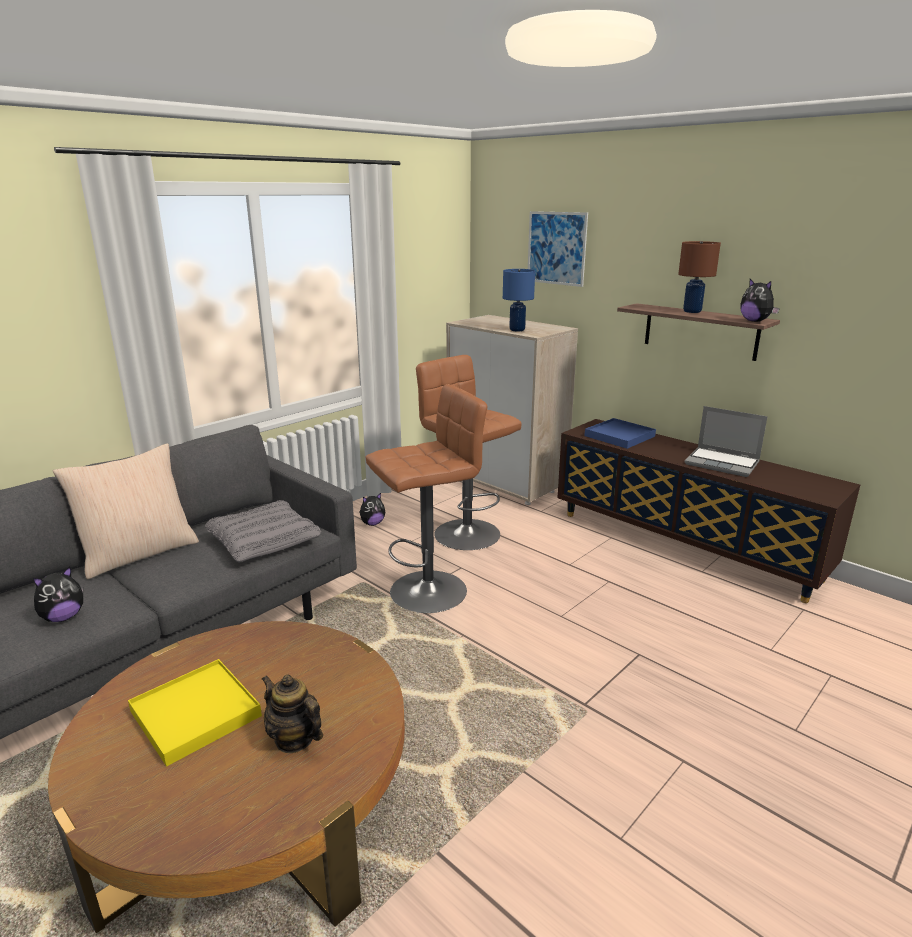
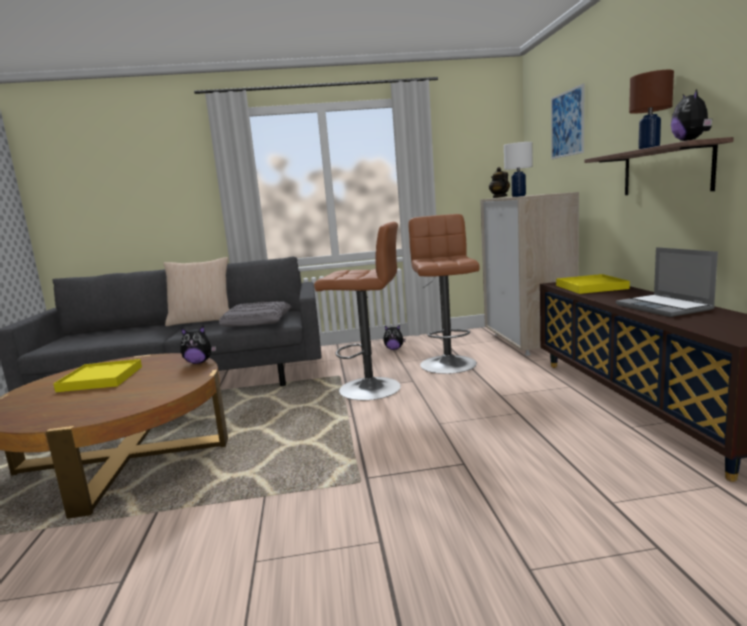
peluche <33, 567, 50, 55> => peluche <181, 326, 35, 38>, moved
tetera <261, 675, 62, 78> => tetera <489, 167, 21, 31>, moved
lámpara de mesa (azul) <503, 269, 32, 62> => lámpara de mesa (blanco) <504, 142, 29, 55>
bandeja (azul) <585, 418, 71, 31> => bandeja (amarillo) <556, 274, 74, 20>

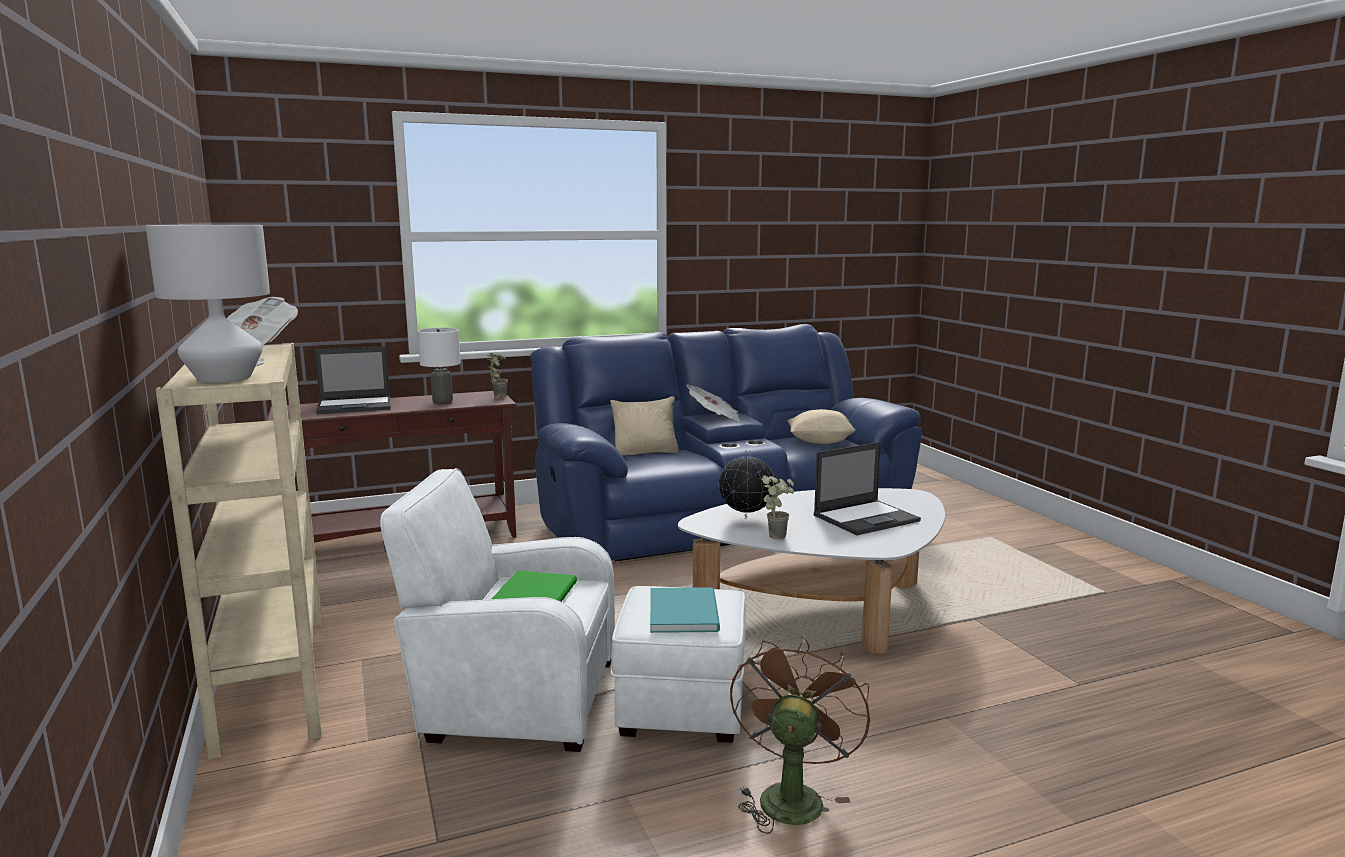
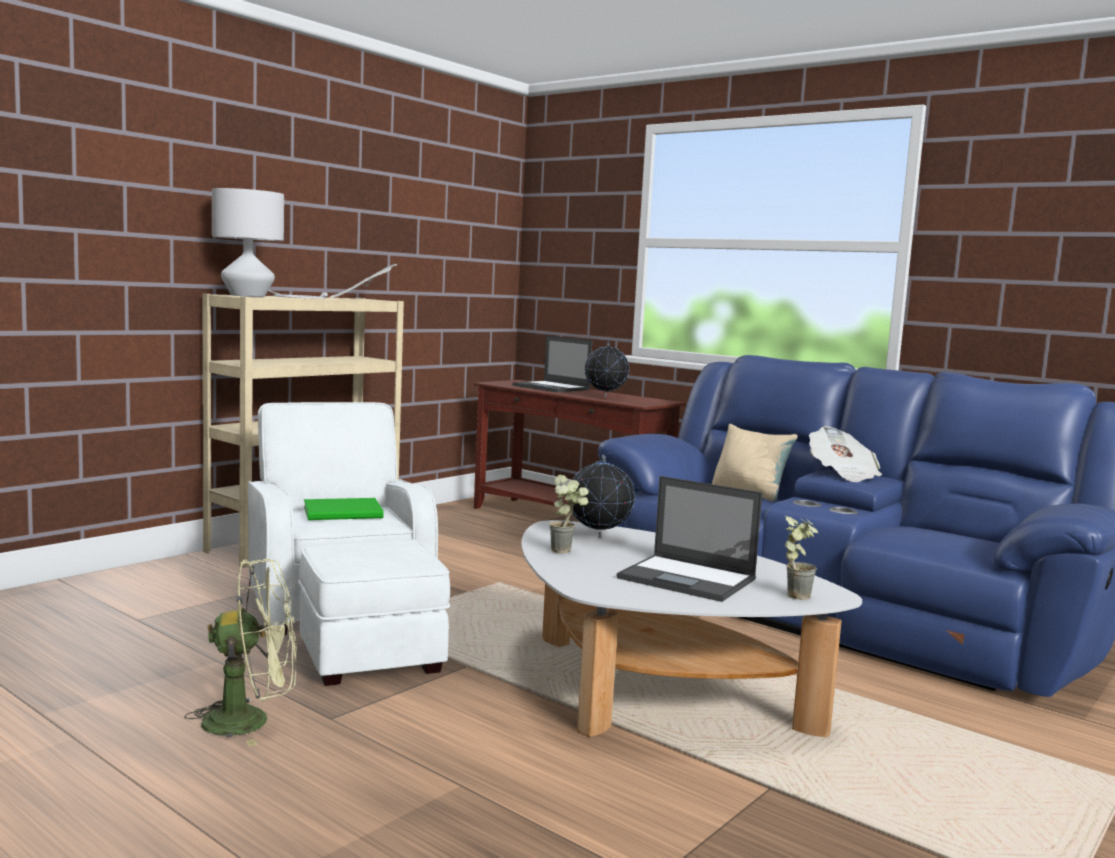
lámpara de mesa (blanco) <418, 327, 43, 78> => globo terráqueo <584, 341, 45, 56>
planta en maceta <487, 353, 21, 46> => planta en maceta <785, 515, 33, 85>, moved
libro (turquesa) <650, 587, 70, 46> => nothing
ventilador (marrón) <730, 636, 140, 198> => ventilador (verde) <184, 558, 113, 189>
cojín (beis) <787, 409, 69, 35> => nothing

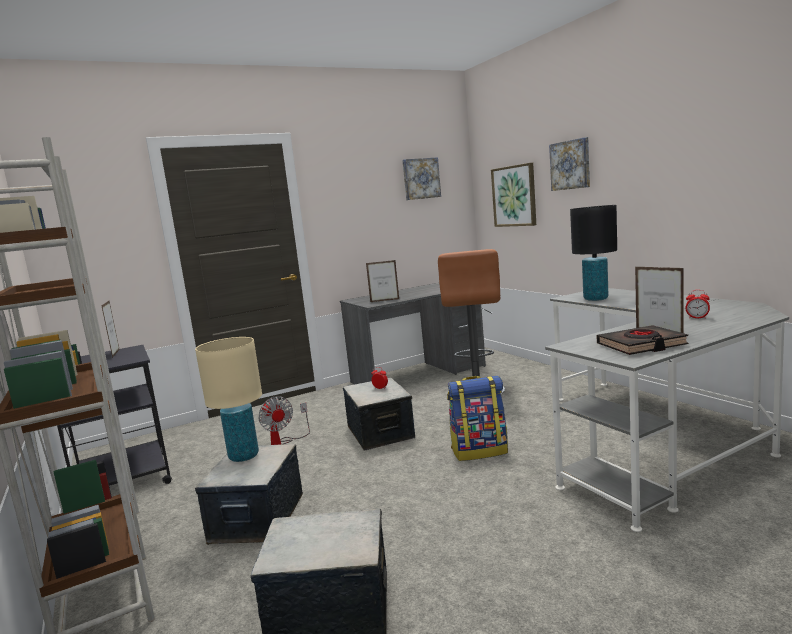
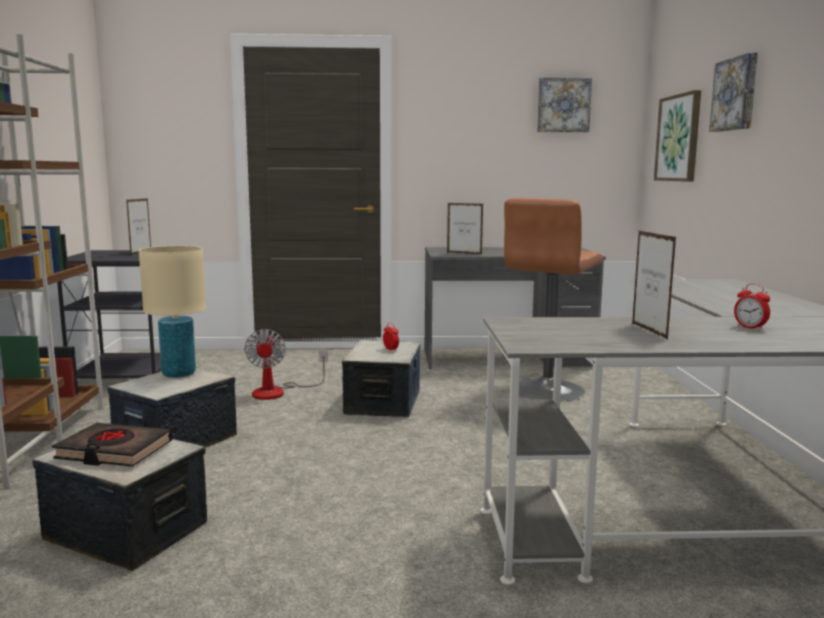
mochila <447, 376, 61, 85> => nothing
lámpara de mesa (negro) <570, 205, 47, 96> => nothing
libro (negro) <597, 325, 92, 30> => libro (negro) <52, 423, 120, 44>, moved

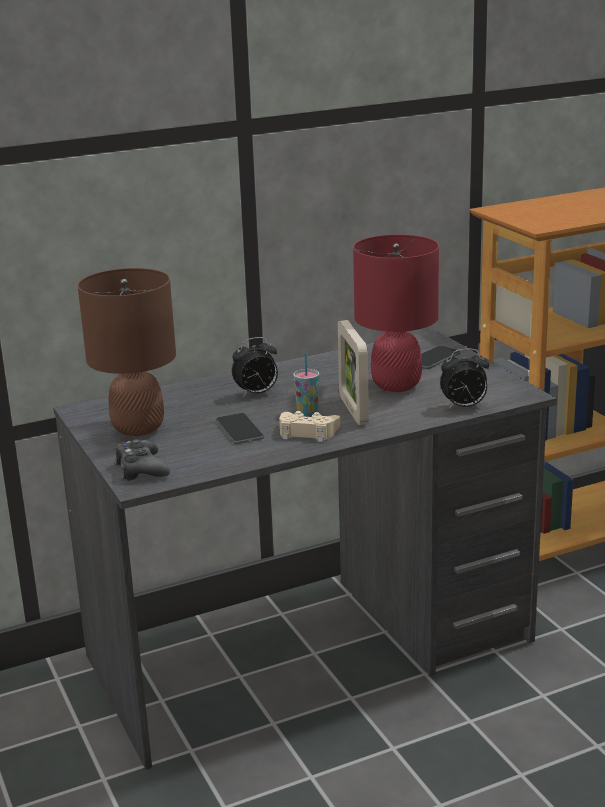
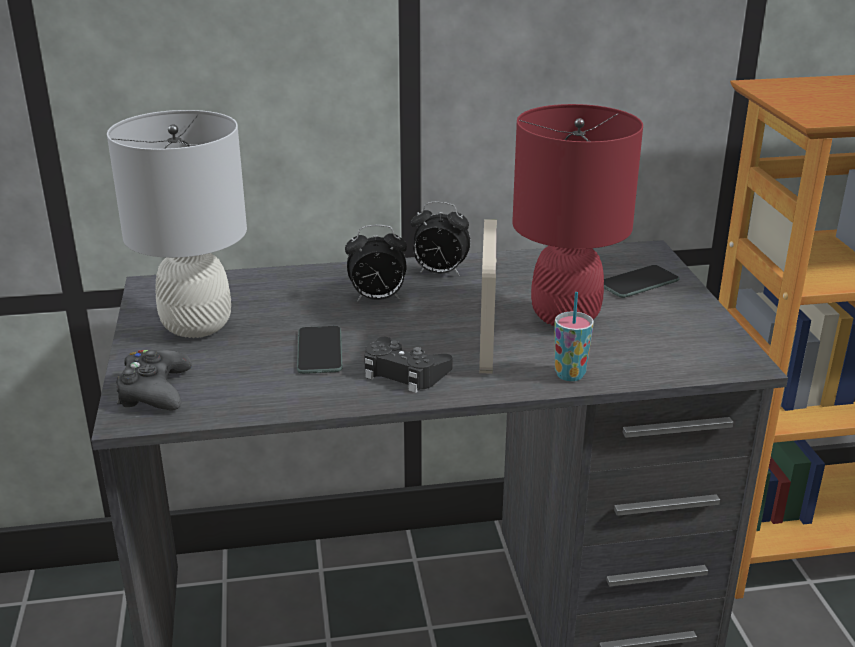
lámpara de mesa (marrón) <77, 268, 99, 168> => lámpara de mesa (gris) <107, 110, 140, 228>
mando de consola (beis) <279, 411, 61, 31> => mando de consola (negro) <364, 337, 88, 56>
taza <293, 354, 26, 62> => taza <555, 292, 39, 89>, moved
despertador <440, 349, 49, 60> => despertador <411, 202, 59, 74>, moved

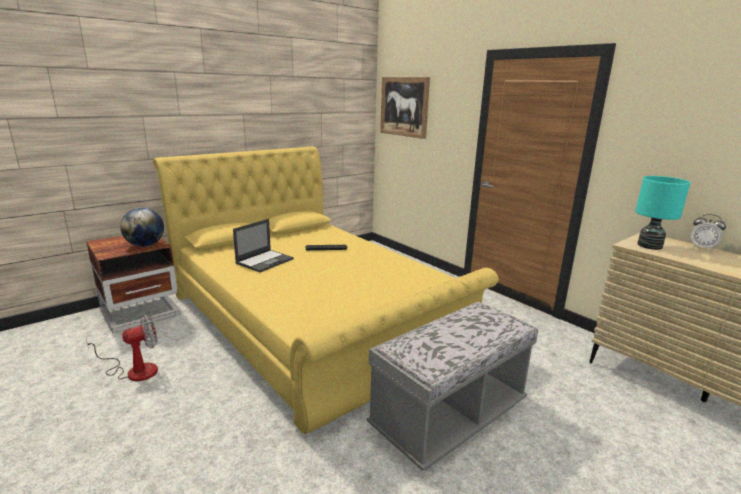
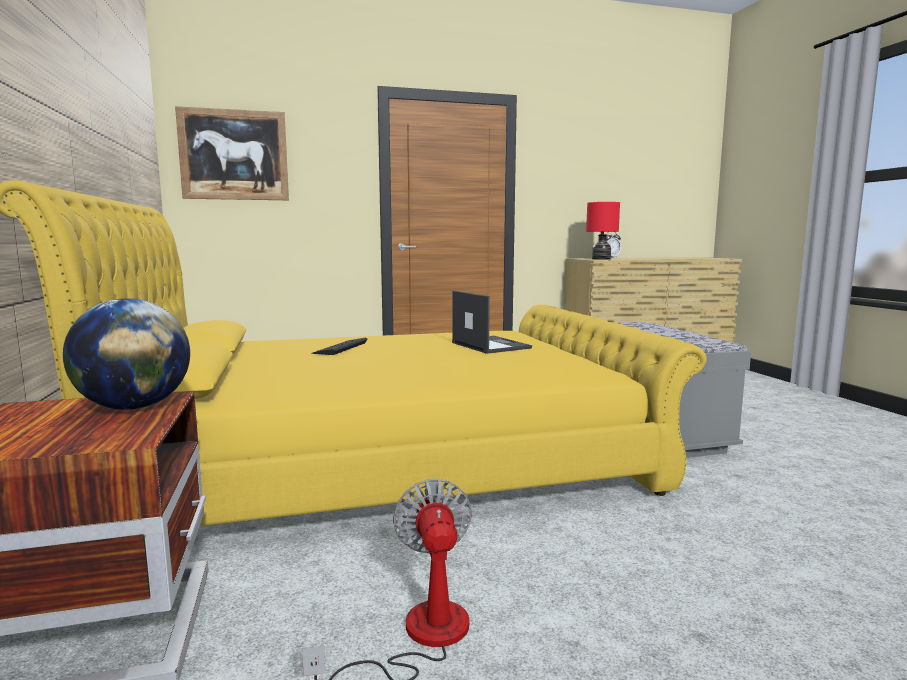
portátil <233, 219, 61, 53> => portátil <452, 291, 80, 63>, moved
lámpara de mesa (turquesa) <635, 176, 56, 74> => lámpara de mesa (rojo) <586, 202, 34, 58>

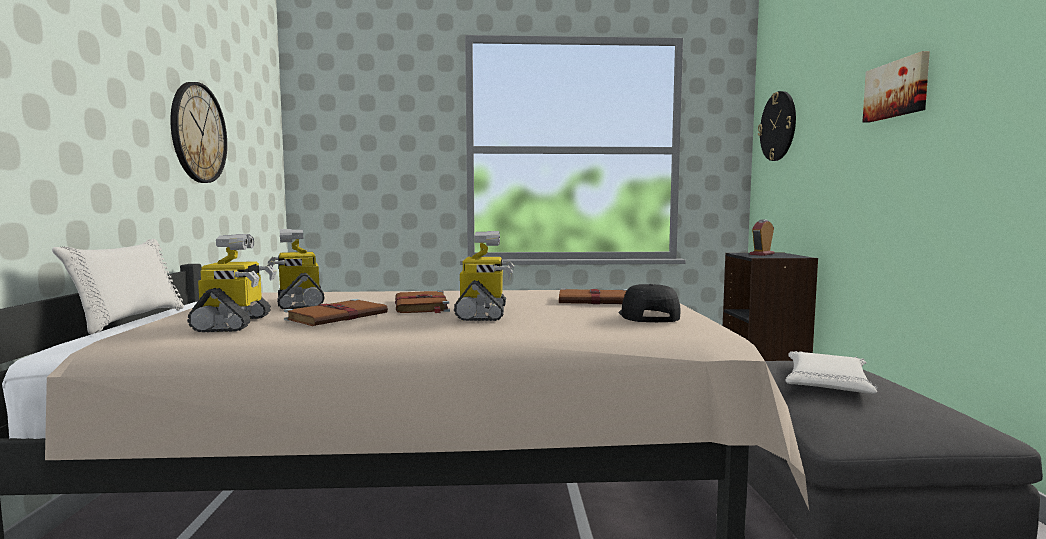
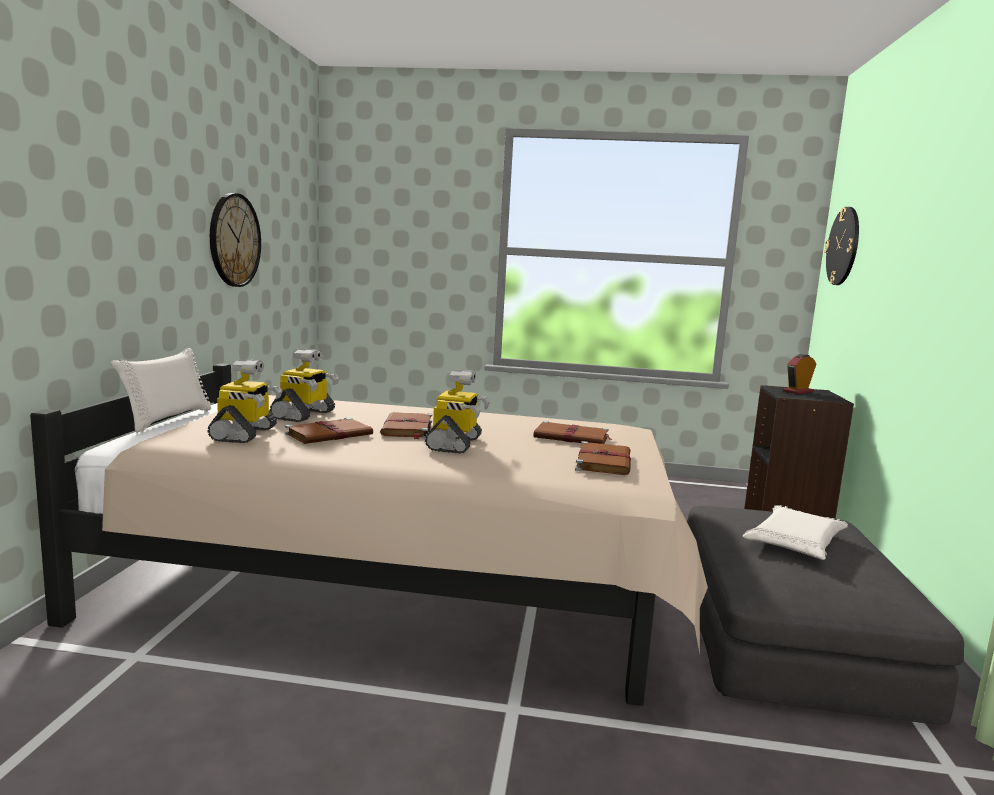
robot de juguete <267, 229, 58, 80> => robot de juguete <270, 349, 69, 73>, 150 degrees counterclockwise
gorra (negro) <619, 284, 61, 38> => libro (marrón) <575, 441, 56, 34>
cuadro <862, 51, 68, 72> => nothing

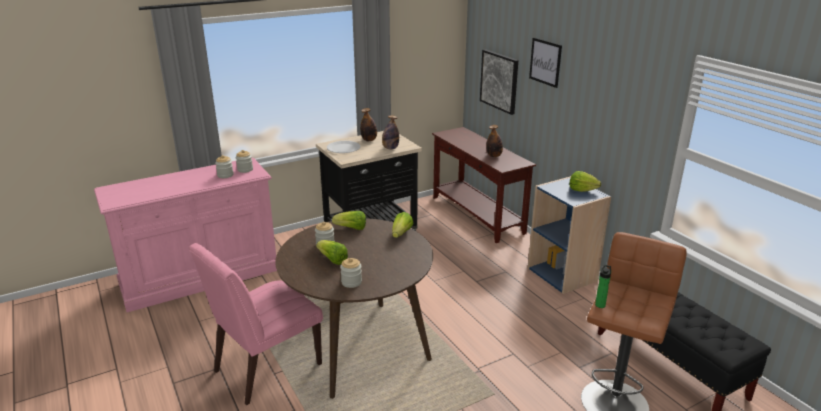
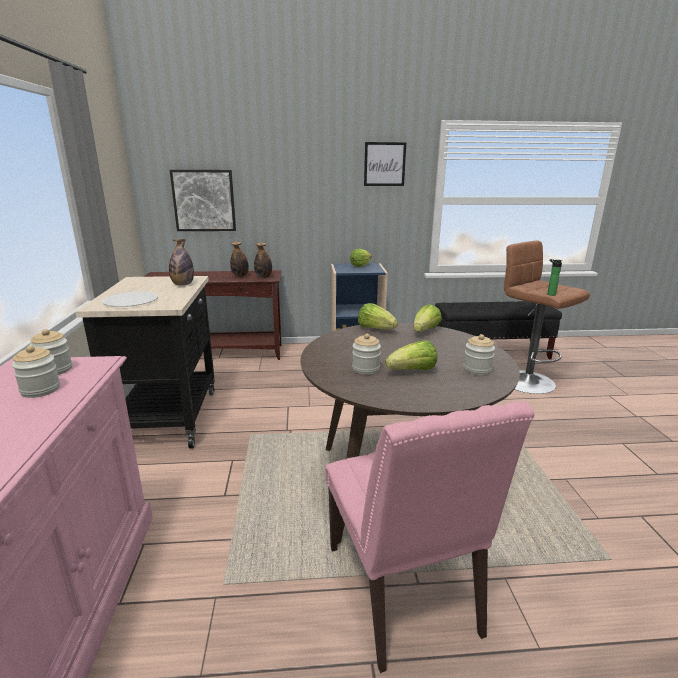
lechuga <332, 211, 34, 19> => lechuga <413, 304, 29, 28>, moved
botella <360, 108, 17, 33> => botella <254, 242, 18, 36>, moved
cuadro <529, 38, 33, 50> => cuadro <364, 142, 42, 44>, moved

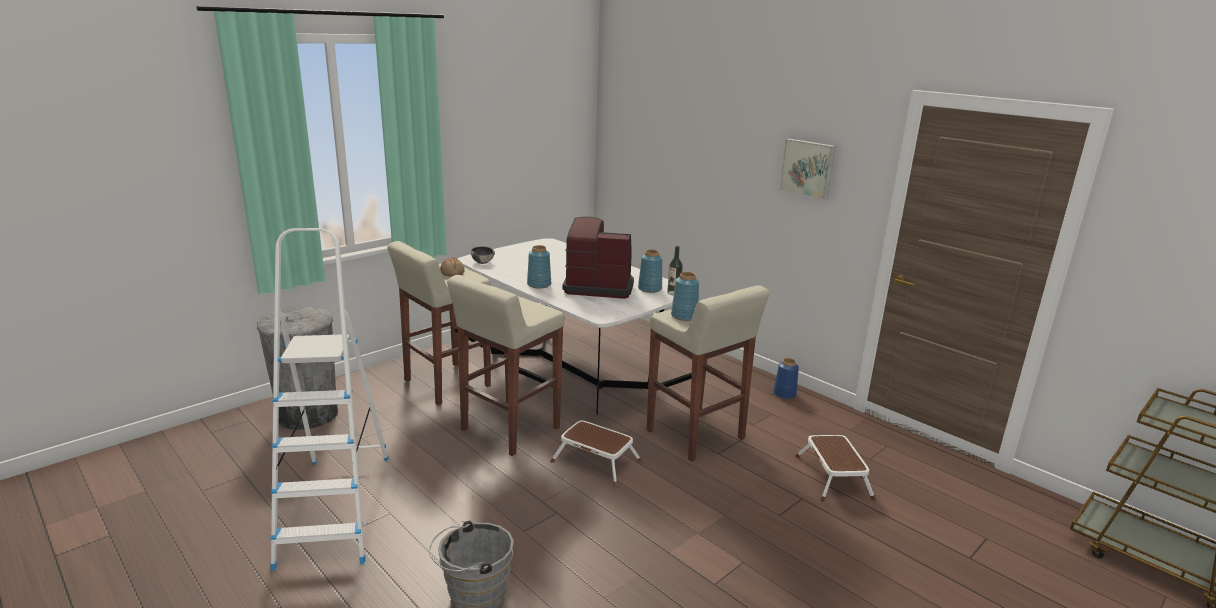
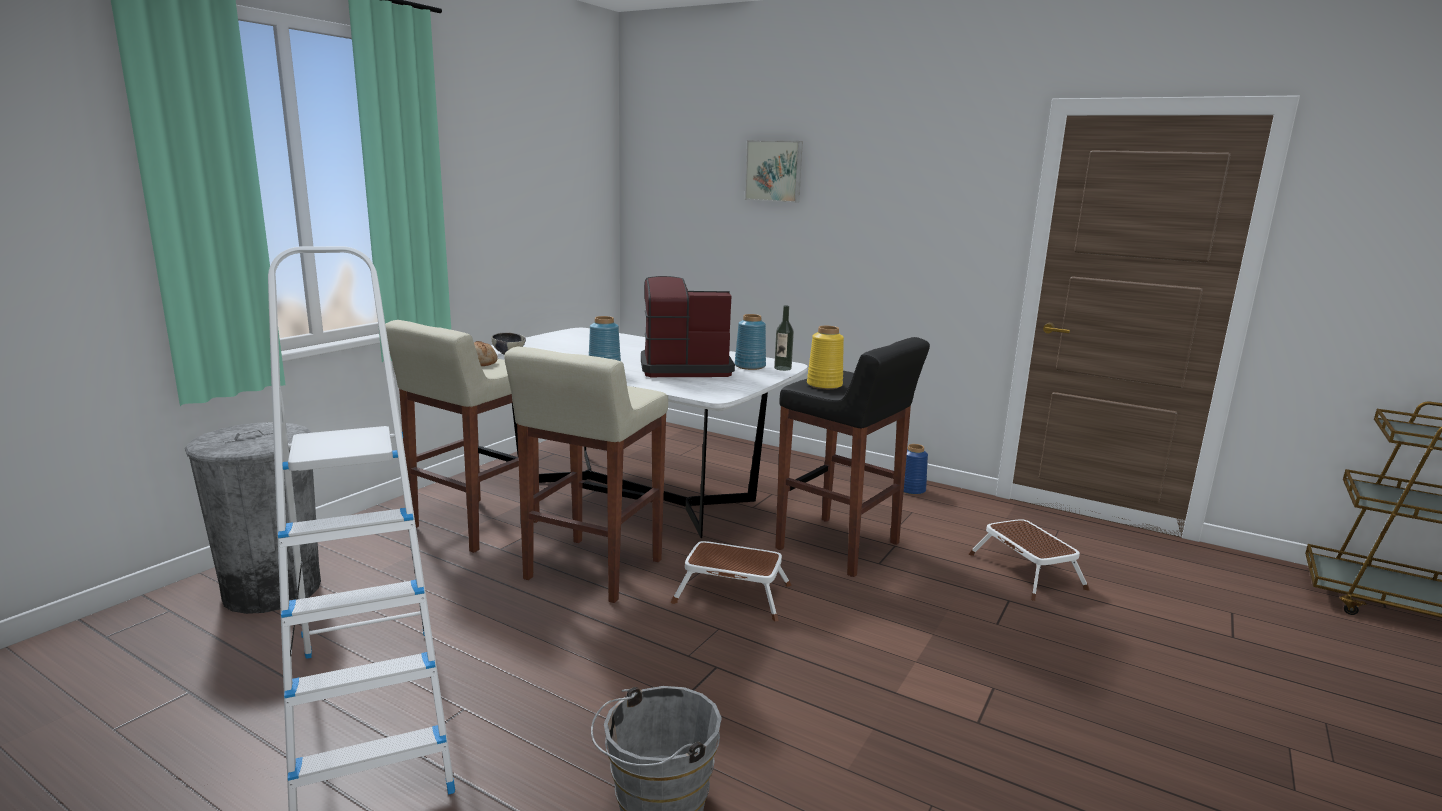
taburete (beis) <647, 285, 122, 177> => taburete (negro) <775, 337, 155, 240>
florero (azul) <671, 272, 28, 49> => florero (amarillo) <807, 326, 37, 63>
cuadro <779, 139, 57, 61> => cuadro <745, 140, 58, 63>, moved

